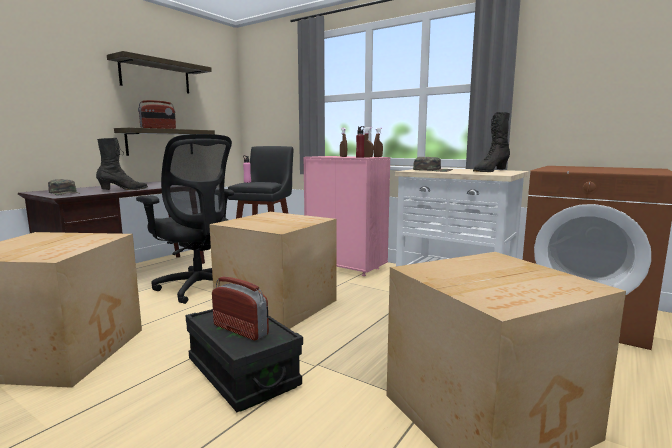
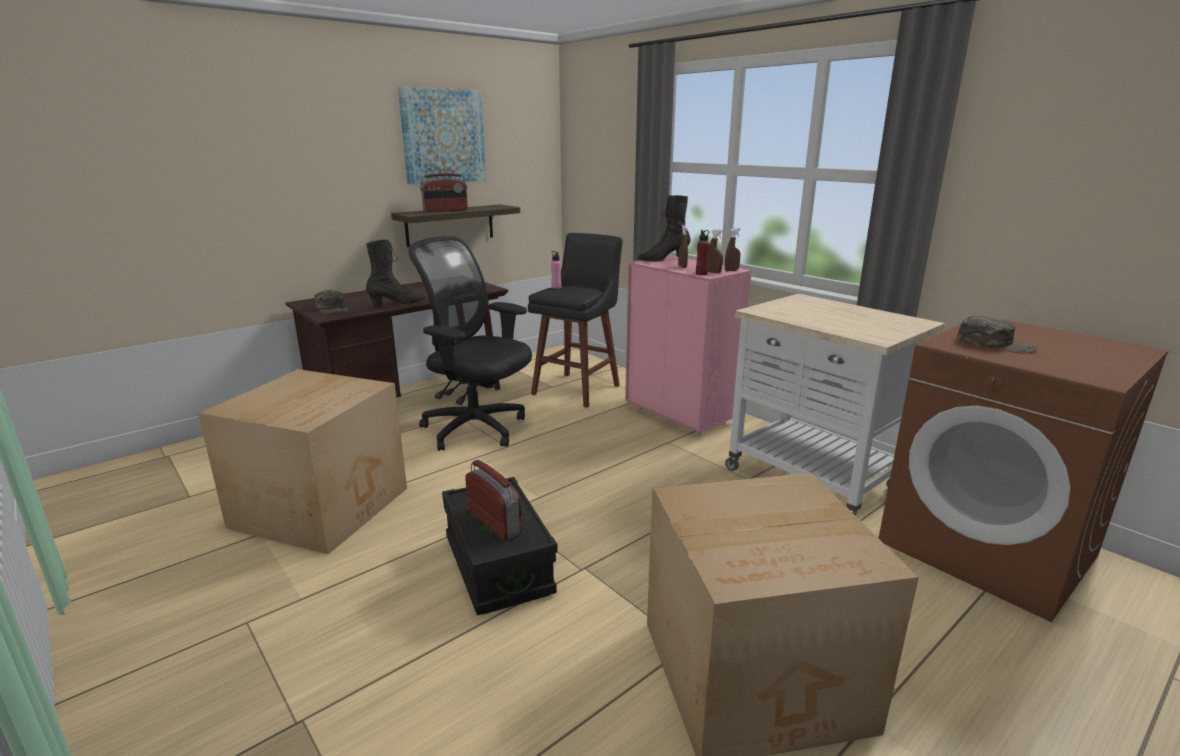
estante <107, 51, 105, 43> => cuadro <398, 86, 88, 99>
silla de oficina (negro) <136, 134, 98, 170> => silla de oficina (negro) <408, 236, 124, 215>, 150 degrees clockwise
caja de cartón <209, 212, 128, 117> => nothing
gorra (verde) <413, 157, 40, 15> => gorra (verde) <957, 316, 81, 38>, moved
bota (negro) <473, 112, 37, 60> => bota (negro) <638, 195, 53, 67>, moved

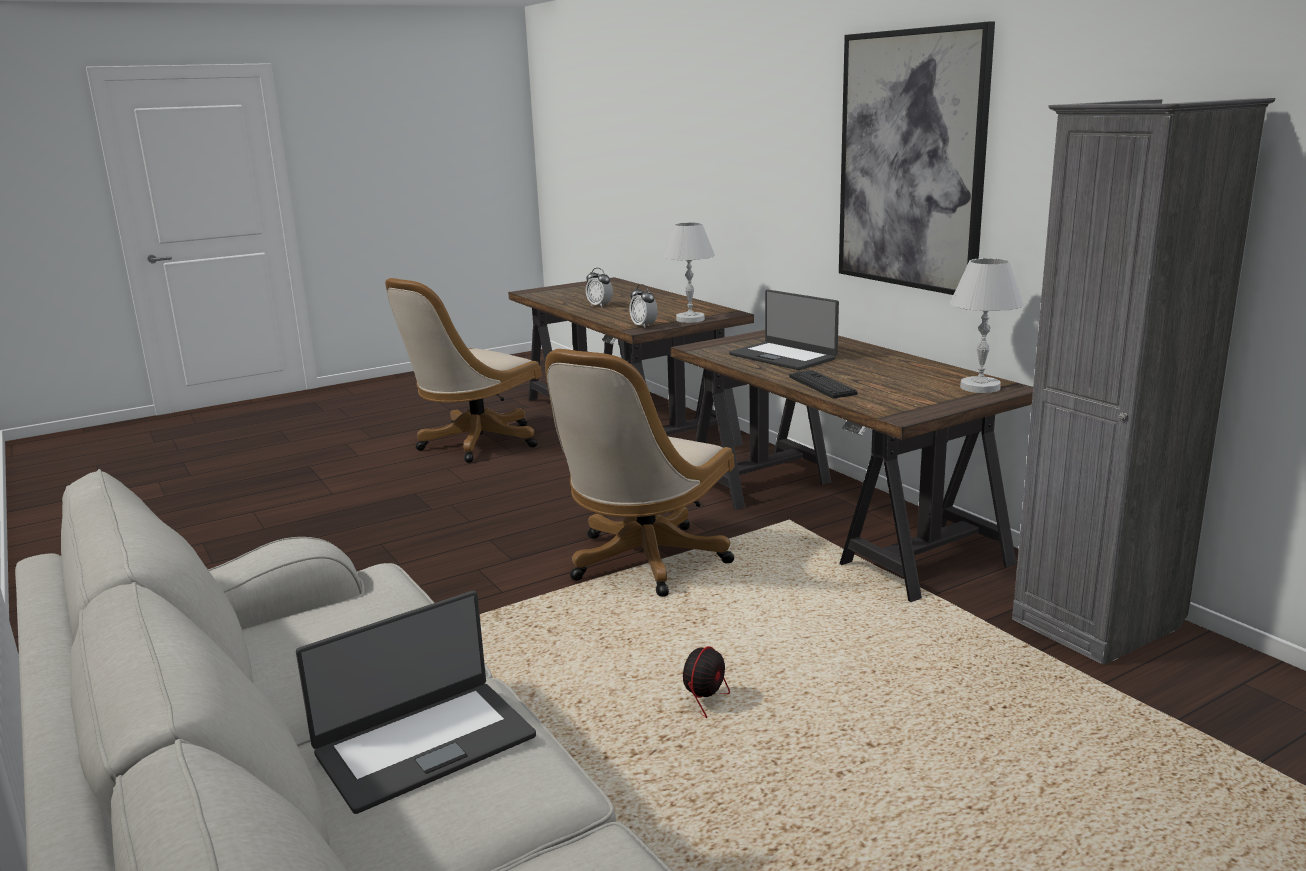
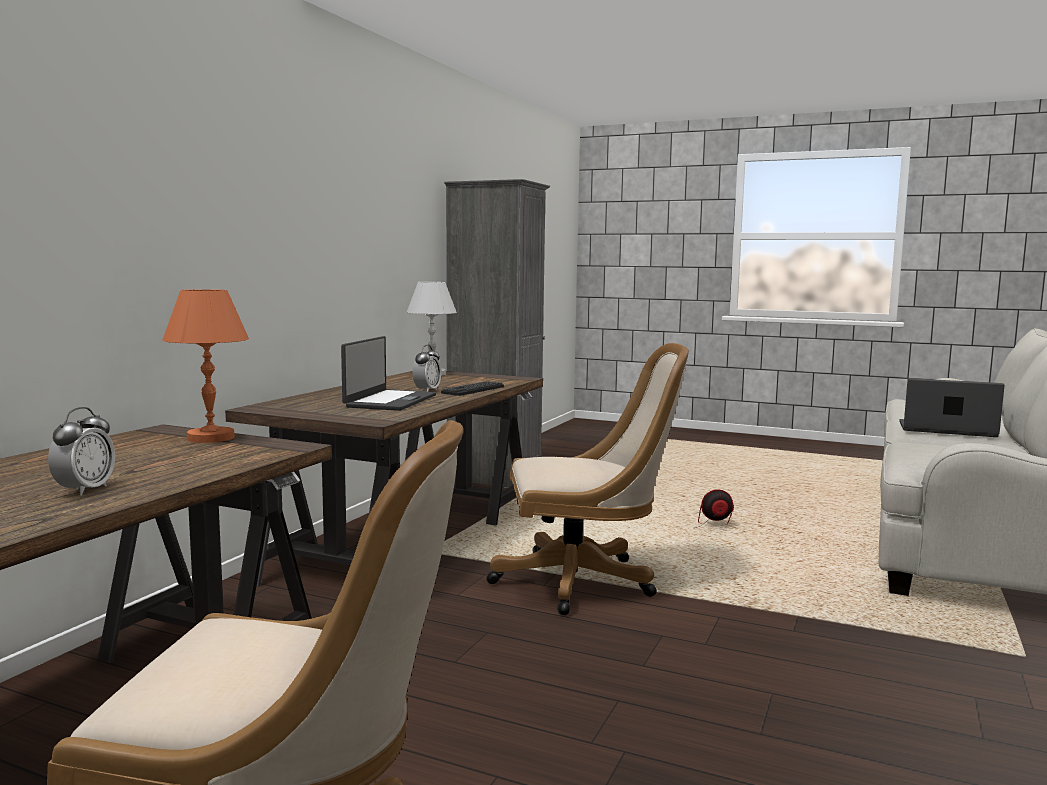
despertador <629, 284, 29, 44> => despertador <412, 345, 29, 46>, moved
lámpara de mesa (blanco) <663, 222, 52, 101> => lámpara de mesa (naranja) <162, 289, 87, 154>
cuadro <839, 22, 156, 273> => nothing

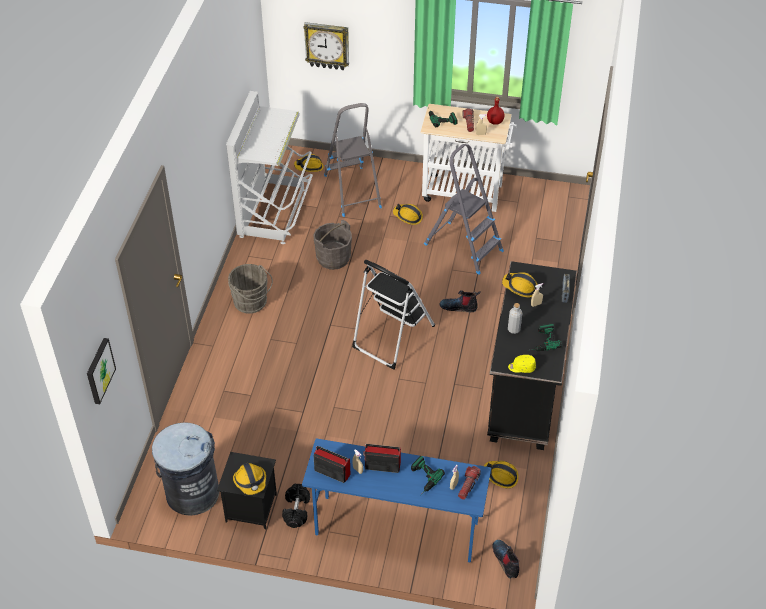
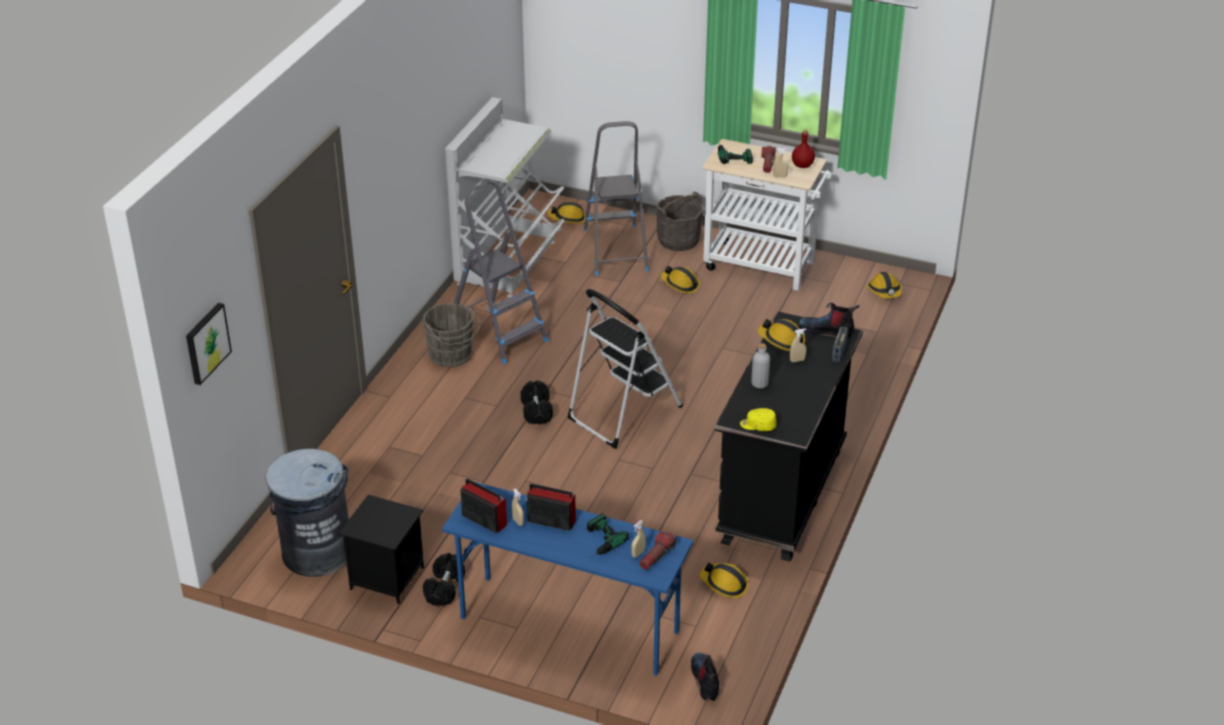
casco <233, 463, 33, 32> => casco <867, 272, 35, 27>, moved
reloj de pared <303, 22, 46, 48> => nothing
cubo (gris) <313, 220, 39, 50> => cubo (gris) <656, 192, 47, 59>, moved
escalera de tijera (gris) <424, 144, 80, 131> => escalera de tijera (gris) <454, 182, 95, 182>, moved
bota <440, 290, 41, 22> => bota <799, 303, 60, 35>, moved
taladro <528, 323, 34, 28> => nothing
nothing => mancuerna (negro) <520, 380, 33, 44>

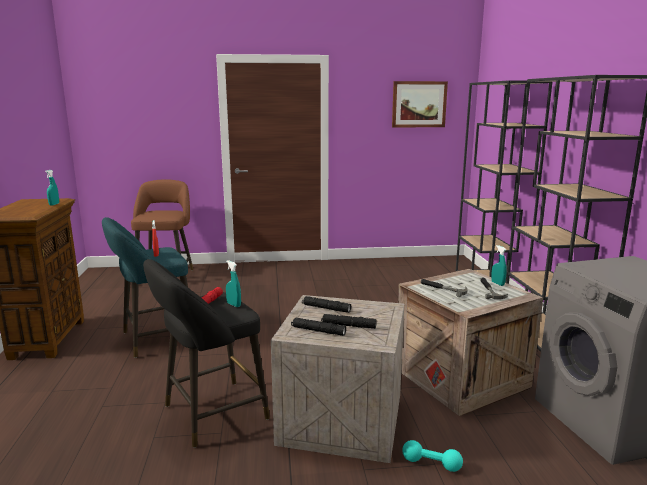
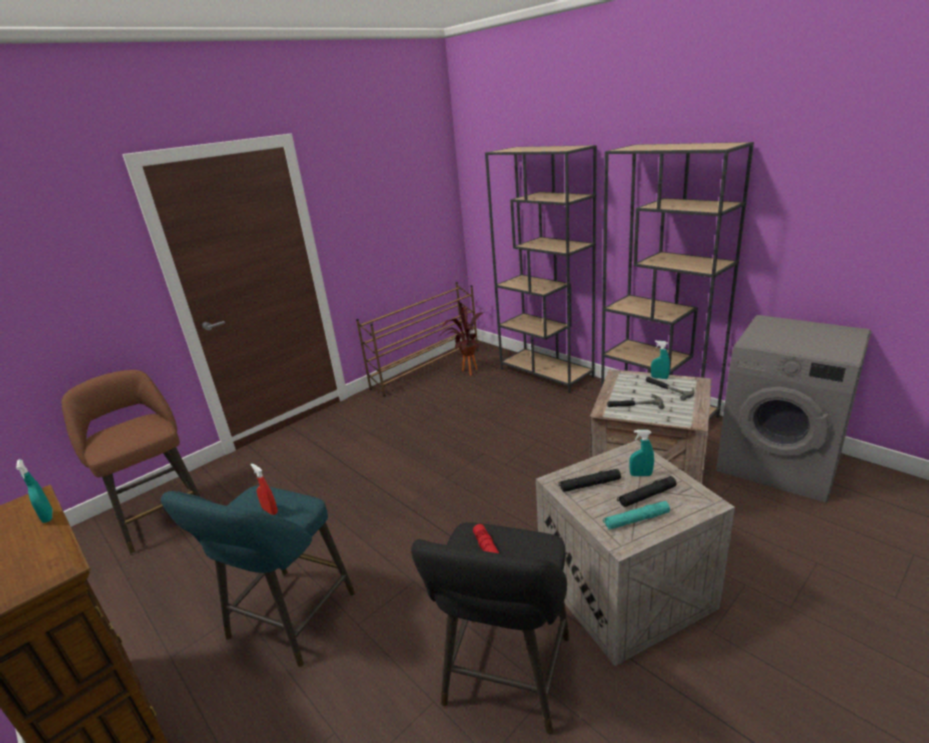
pulverizador (turquesa) <226, 260, 15, 47> => pulverizador (turquesa) <629, 430, 25, 47>, moved
linterna (negro) <291, 318, 55, 18> => linterna (turquesa) <603, 501, 67, 29>
cuadro <392, 81, 56, 47> => nothing
mancuerna (turquesa) <402, 440, 61, 32> => nothing
nothing => zapatero (marrón) <356, 282, 123, 115>
nothing => planta en maceta <441, 301, 43, 75>

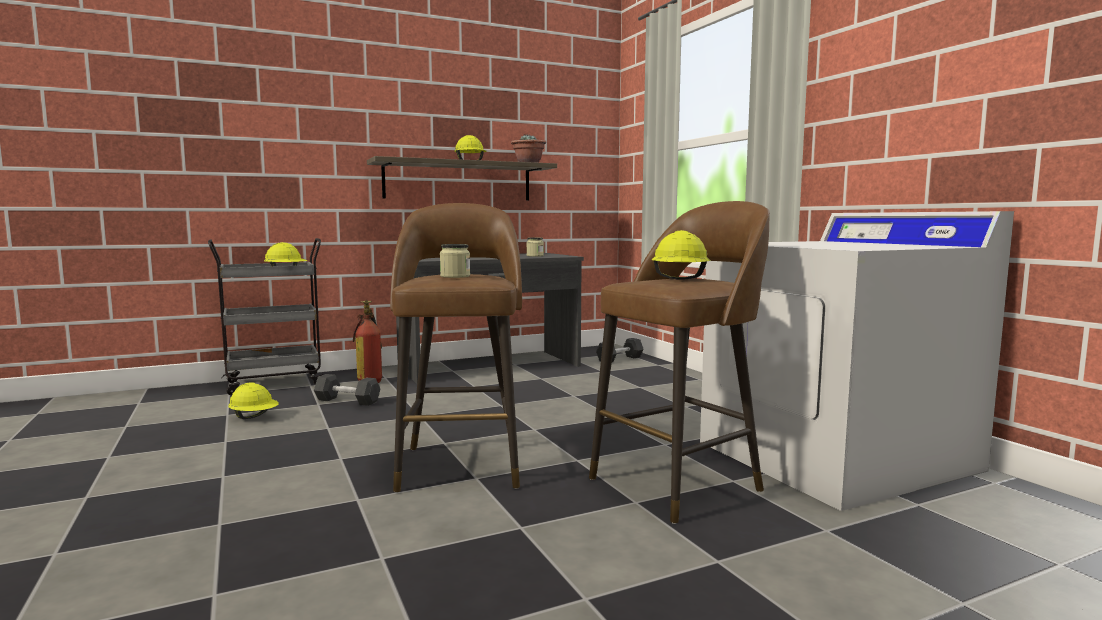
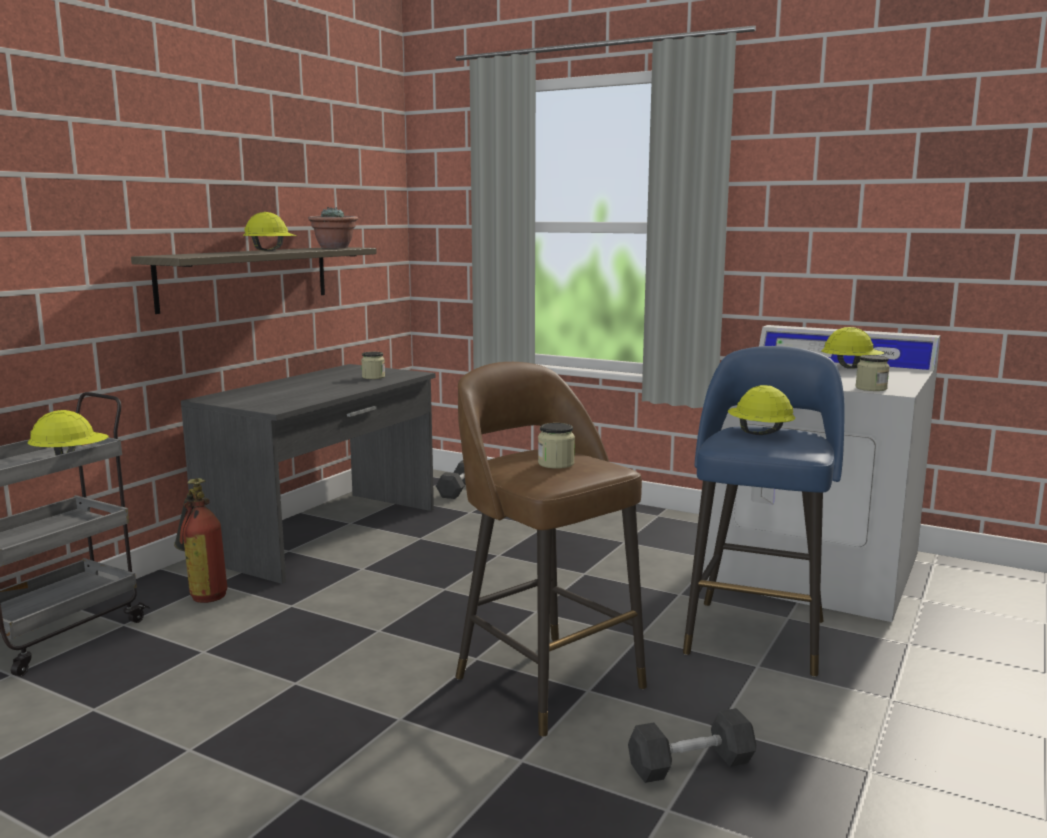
casco (amarillo) <228, 382, 51, 37> => casco (amarillo) <821, 327, 63, 41>, moved
mancuerna (gris) <314, 374, 66, 32> => mancuerna (gris) <628, 708, 128, 75>, moved
taburete (marrón) <589, 201, 181, 323> => taburete (azul) <683, 346, 161, 331>
nothing => tarro <855, 355, 35, 36>

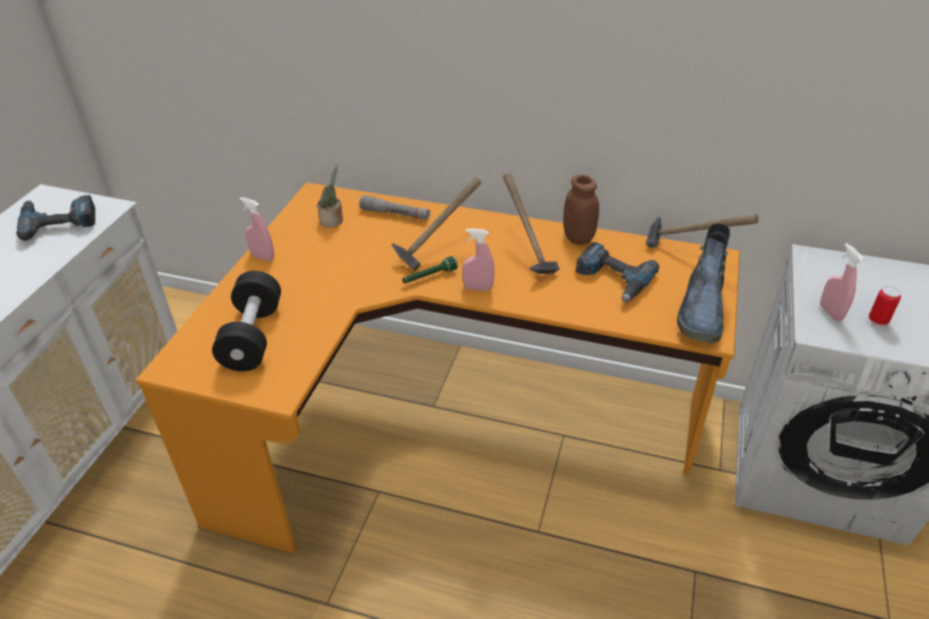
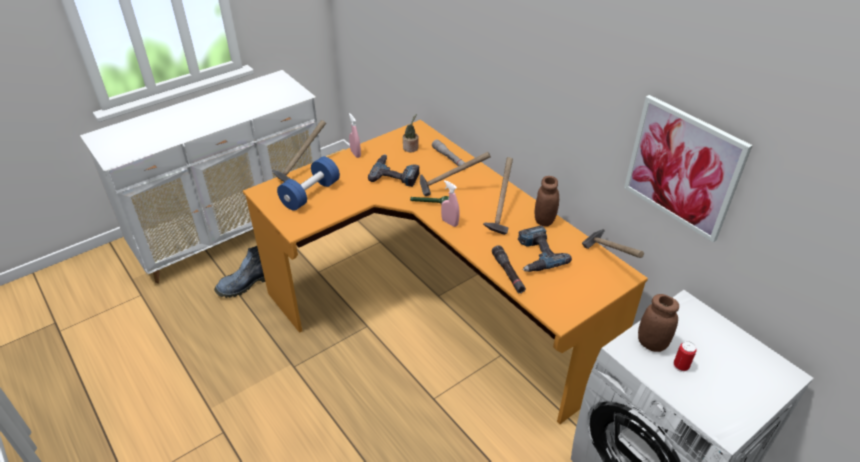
taladro <16, 195, 79, 46> => taladro <368, 154, 52, 33>, moved
mancuerna (negro) <212, 271, 69, 100> => mancuerna (azul) <277, 157, 63, 54>
bota <677, 223, 53, 120> => bota <214, 246, 51, 52>, moved
pulverizador (rosa) <820, 243, 43, 78> => tarro (marrón) <638, 294, 41, 58>
nothing => martillo <271, 120, 55, 62>
nothing => linterna (negro) <492, 245, 34, 49>
nothing => cuadro <624, 95, 129, 147>

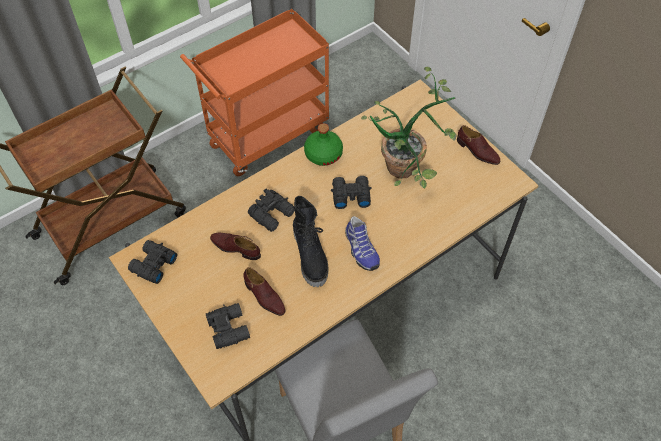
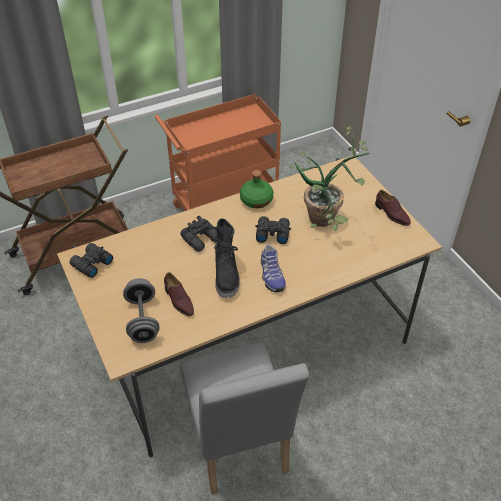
prismáticos (negro) <206, 303, 44, 46> => mancuerna (gris) <123, 278, 37, 65>
zapato (marrón) <210, 233, 51, 27> => nothing

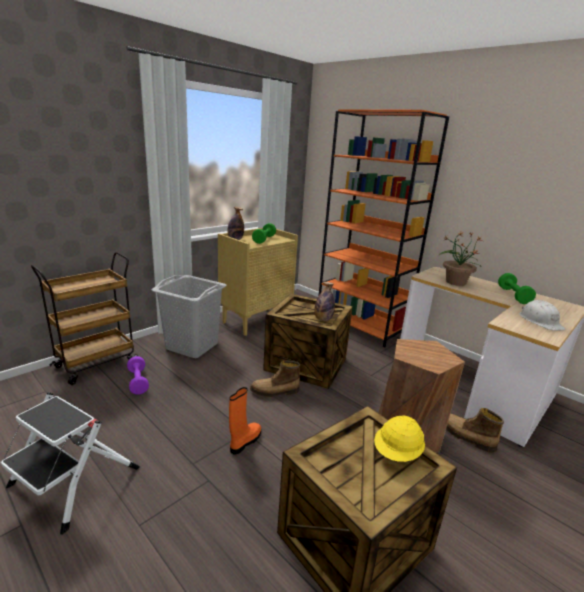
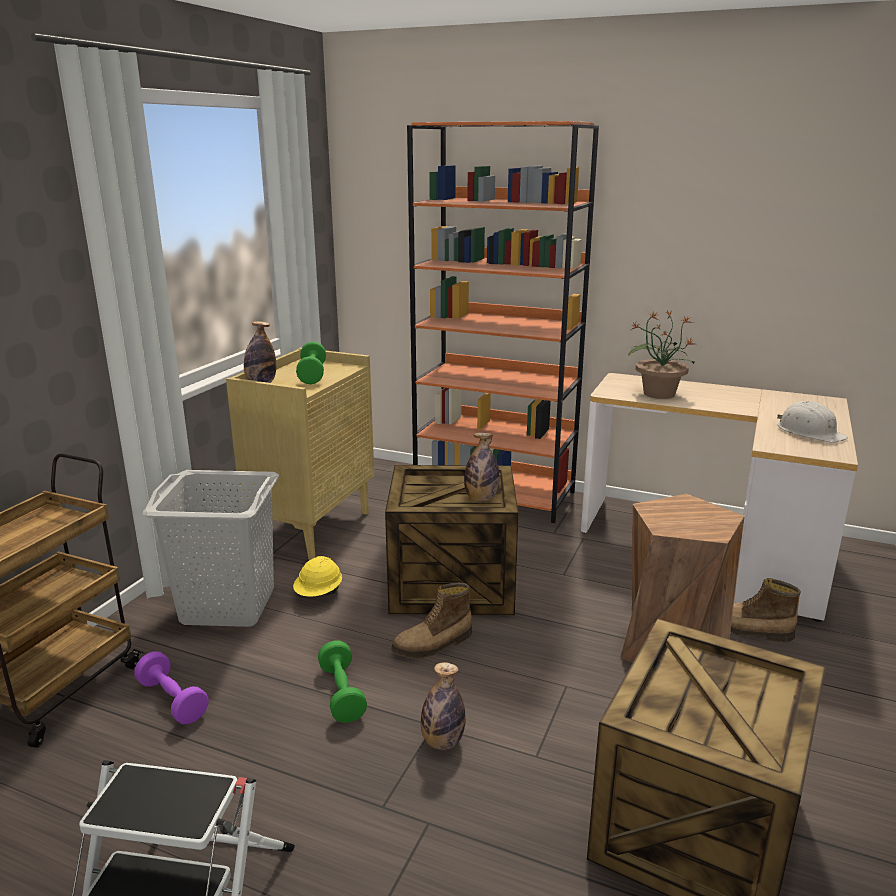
bota (naranja) <229, 387, 32, 68> => botella <421, 662, 45, 88>
casco (amarillo) <374, 415, 51, 47> => casco (amarillo) <293, 556, 49, 41>, moved
mancuerna (verde) <498, 273, 38, 31> => mancuerna (verde) <318, 641, 49, 82>, moved

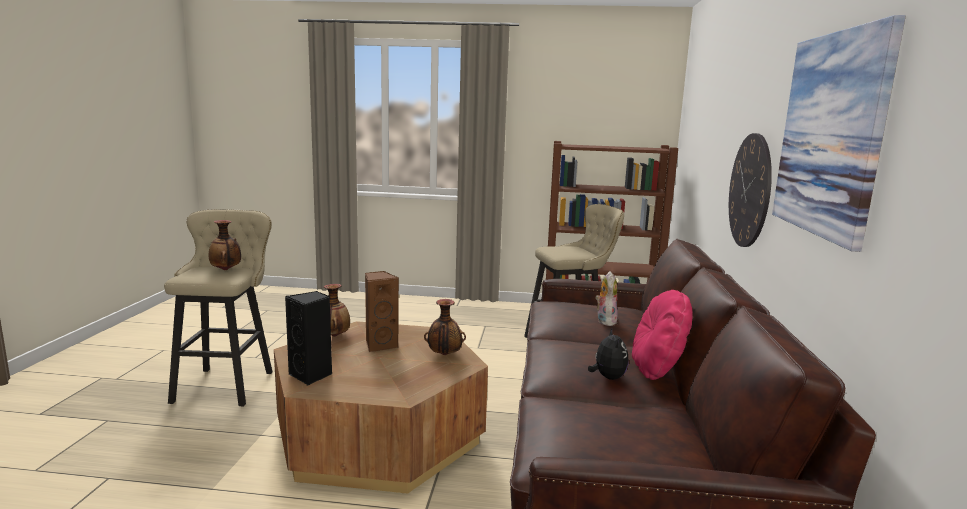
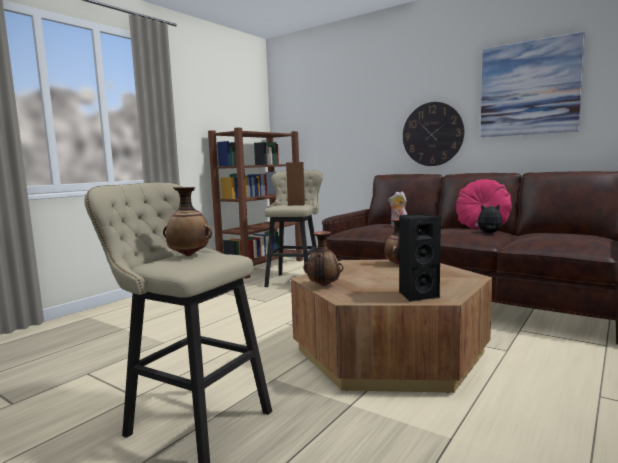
altavoz (marrón) <365, 271, 34, 81> => altavoz (marrón) <286, 162, 19, 44>, moved

